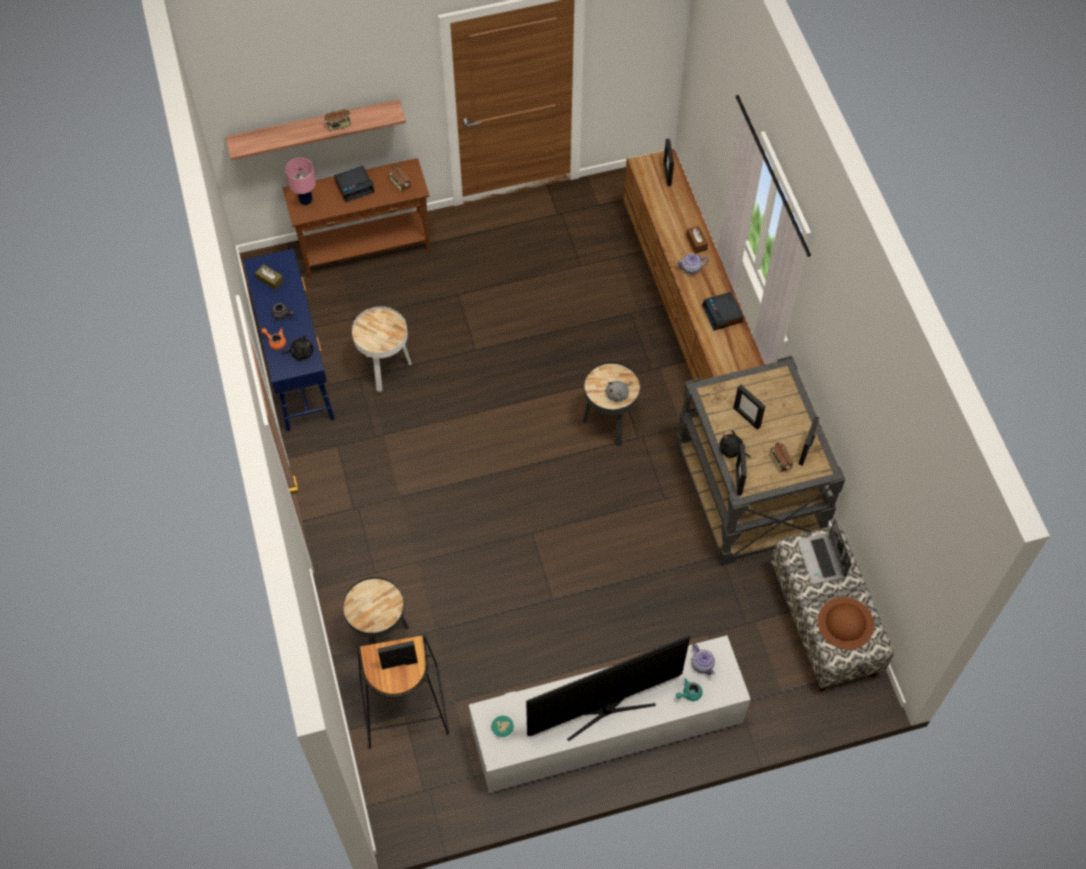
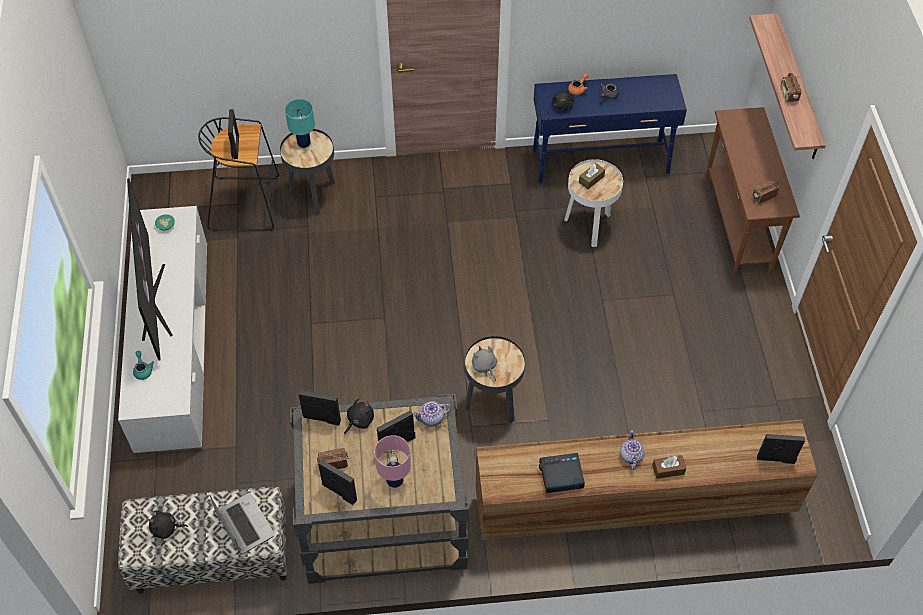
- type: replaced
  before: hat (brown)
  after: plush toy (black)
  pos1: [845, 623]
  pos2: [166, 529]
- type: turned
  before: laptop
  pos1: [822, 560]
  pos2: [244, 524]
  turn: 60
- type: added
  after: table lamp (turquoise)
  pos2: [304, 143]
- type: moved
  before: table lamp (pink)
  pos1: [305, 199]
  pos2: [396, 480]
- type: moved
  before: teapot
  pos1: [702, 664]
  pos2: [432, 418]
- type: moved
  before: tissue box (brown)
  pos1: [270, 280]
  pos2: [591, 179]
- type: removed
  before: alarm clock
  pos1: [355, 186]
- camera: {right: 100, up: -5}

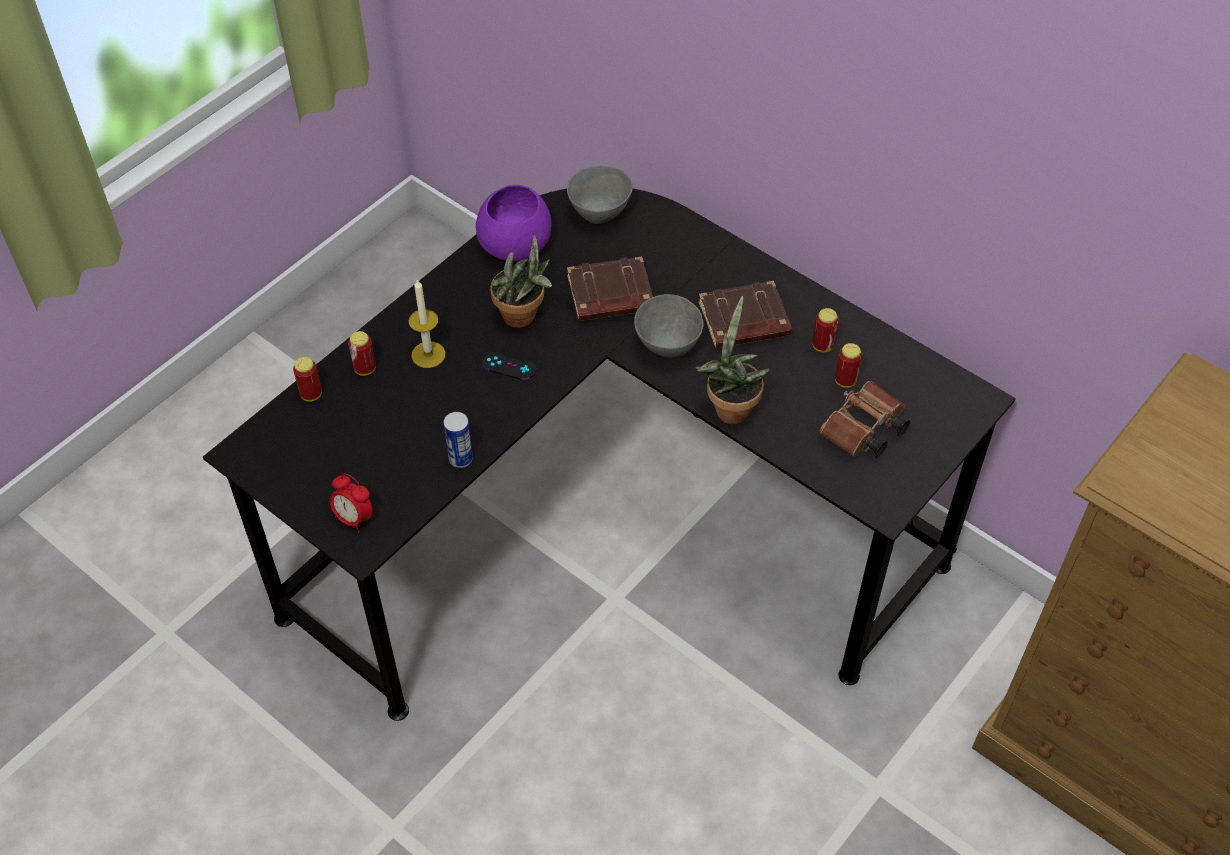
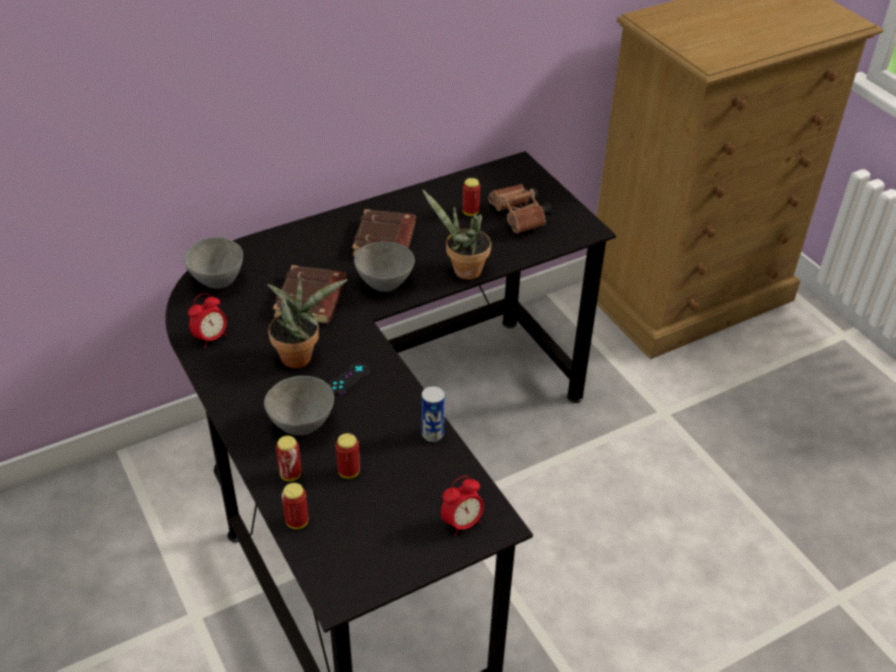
- type: replaced
  before: bowl (purple)
  after: alarm clock
  pos1: [515, 243]
  pos2: [211, 338]
- type: replaced
  before: candle
  after: bowl (grey)
  pos1: [428, 354]
  pos2: [302, 426]
- type: moved
  before: can
  pos1: [822, 346]
  pos2: [349, 472]
- camera: {right: -70, up: -10}

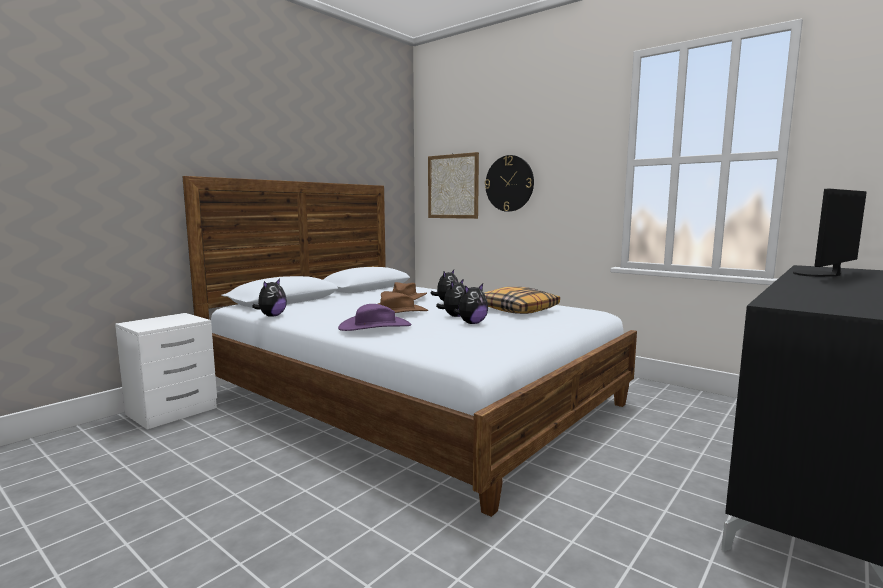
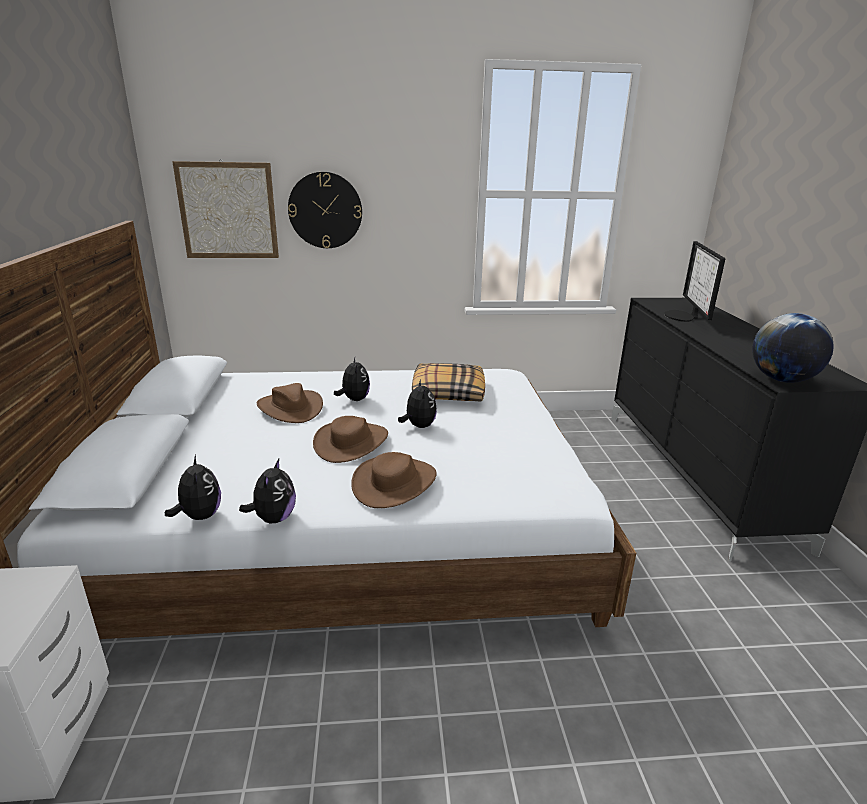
- type: moved
  before: plush toy
  pos1: [471, 323]
  pos2: [273, 518]
- type: recoloured
  before: hat (purple)
  after: hat (brown)
  pos1: [375, 327]
  pos2: [395, 483]
- type: added
  after: globe
  pos2: [782, 380]
- camera: {right: -45, up: 15}

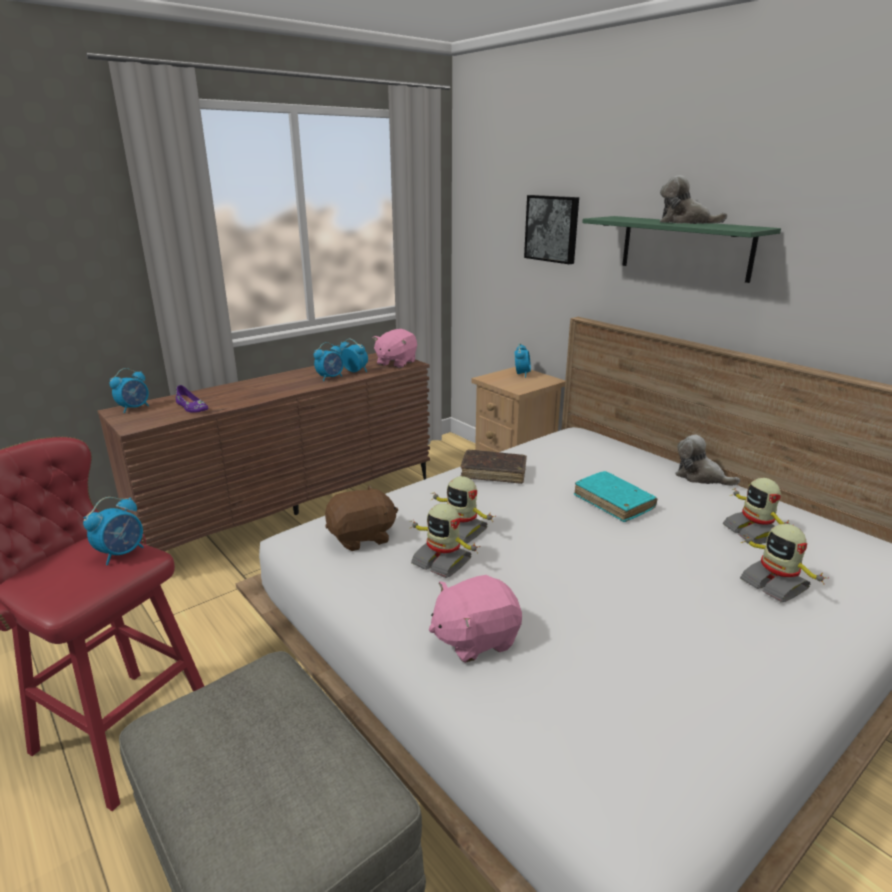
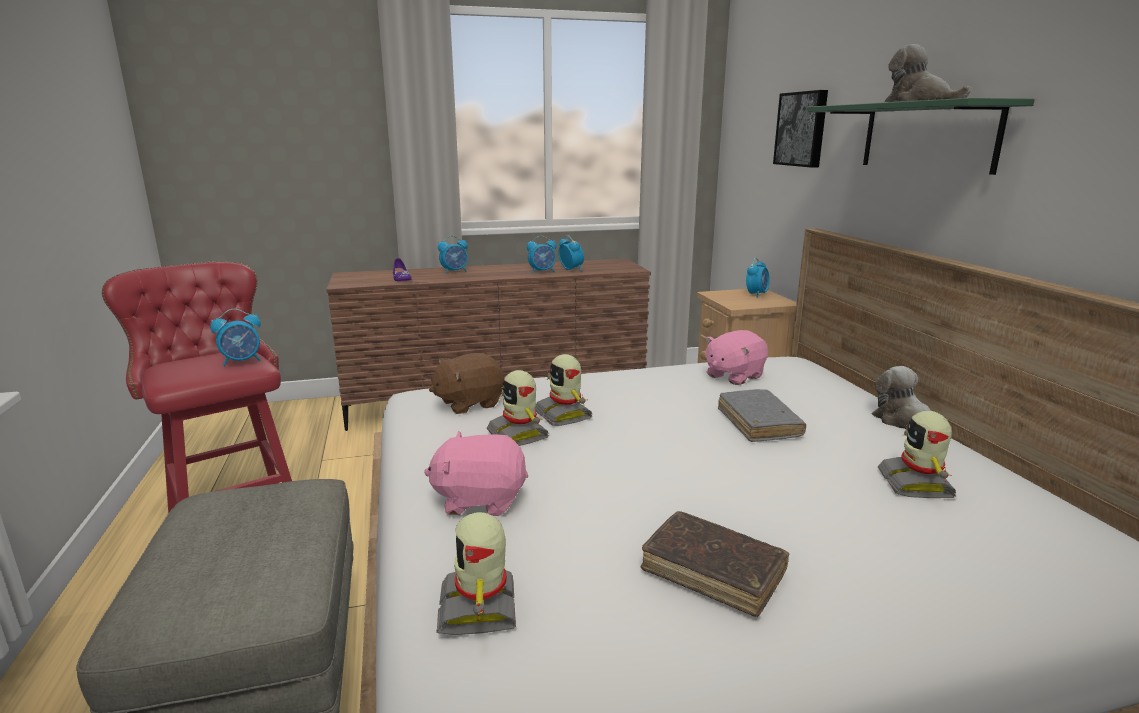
- type: turned
  before: plush toy (brown)
  pos1: [362, 537]
  pos2: [469, 403]
  turn: 150
- type: moved
  before: toy robot
  pos1: [774, 584]
  pos2: [480, 608]
- type: moved
  before: alarm clock
  pos1: [134, 408]
  pos2: [454, 272]
- type: moved
  before: book (brown)
  pos1: [493, 473]
  pos2: [713, 572]
- type: moved
  before: plush toy (pink)
  pos1: [396, 363]
  pos2: [733, 376]
- type: recoloured
  before: book (turquoise)
  after: book (grey)
  pos1: [613, 502]
  pos2: [758, 423]
- camera: {right: 25, up: -5}

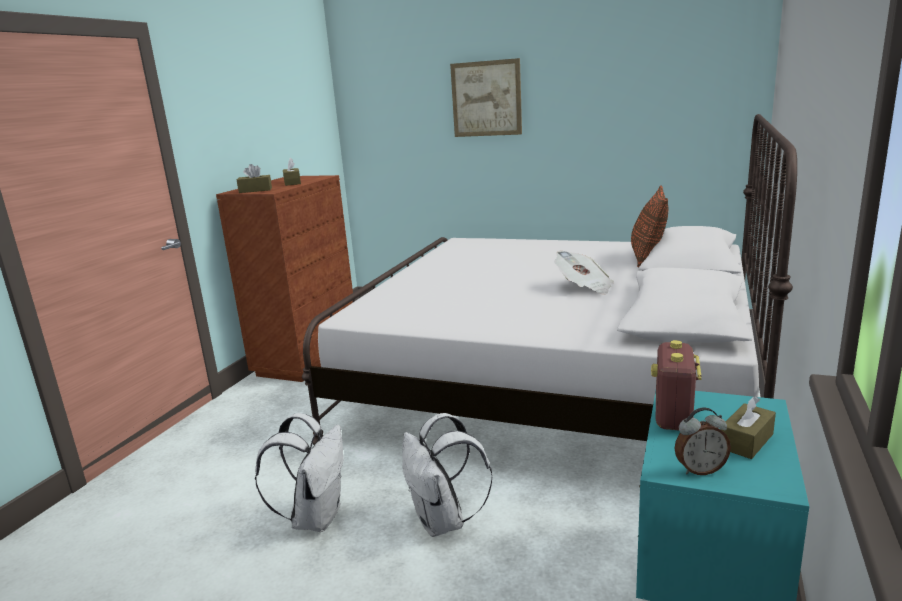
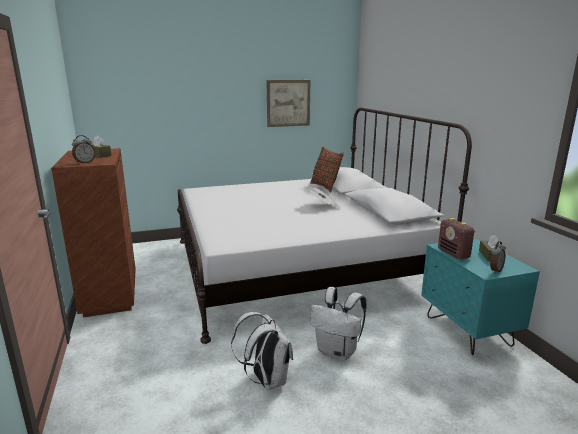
- type: replaced
  before: tissue box (brown)
  after: alarm clock
  pos1: [255, 190]
  pos2: [85, 163]
- type: moved
  before: picture
  pos1: [486, 98]
  pos2: [288, 103]
- camera: {right: -40, up: 0}

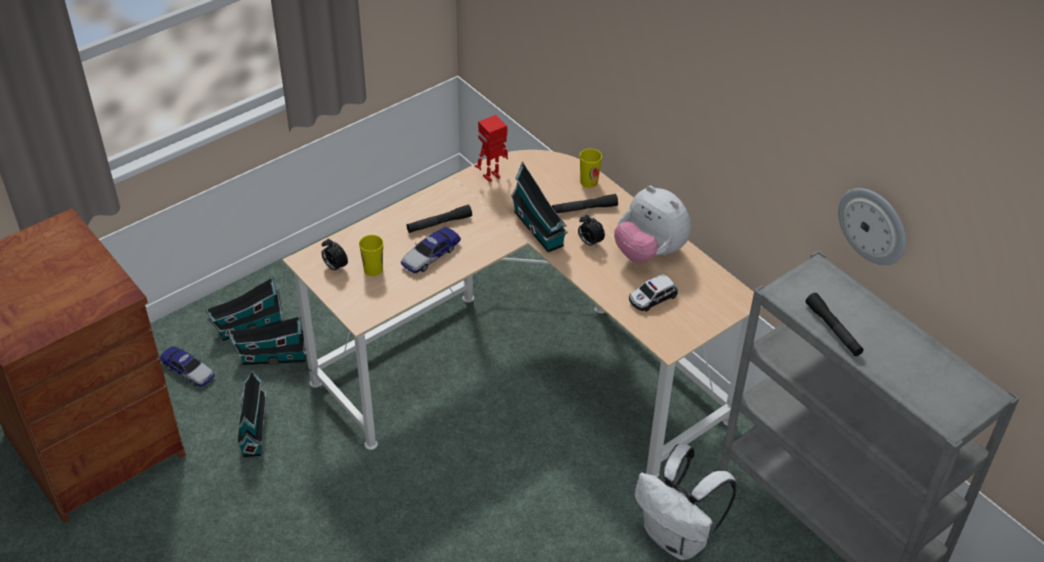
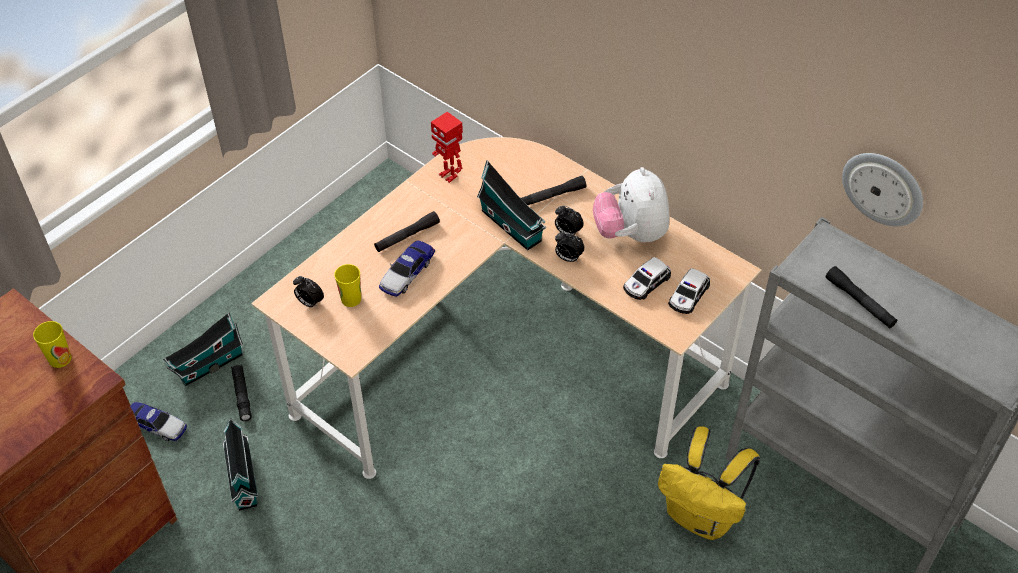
- type: moved
  before: cup
  pos1: [589, 182]
  pos2: [60, 358]
- type: replaced
  before: toy house
  after: flashlight (black)
  pos1: [271, 357]
  pos2: [242, 395]
- type: turned
  before: toy robot
  pos1: [492, 177]
  pos2: [449, 175]
  turn: -90
- type: added
  after: alarm clock
  pos2: [568, 258]
- type: turned
  before: plush toy
  pos1: [649, 252]
  pos2: [630, 233]
  turn: 45
- type: recoloured
  before: backpack (white)
  after: backpack (yellow)
  pos1: [677, 538]
  pos2: [701, 517]
- type: added
  after: toy car
  pos2: [688, 296]
- camera: {right: -10, up: 5}

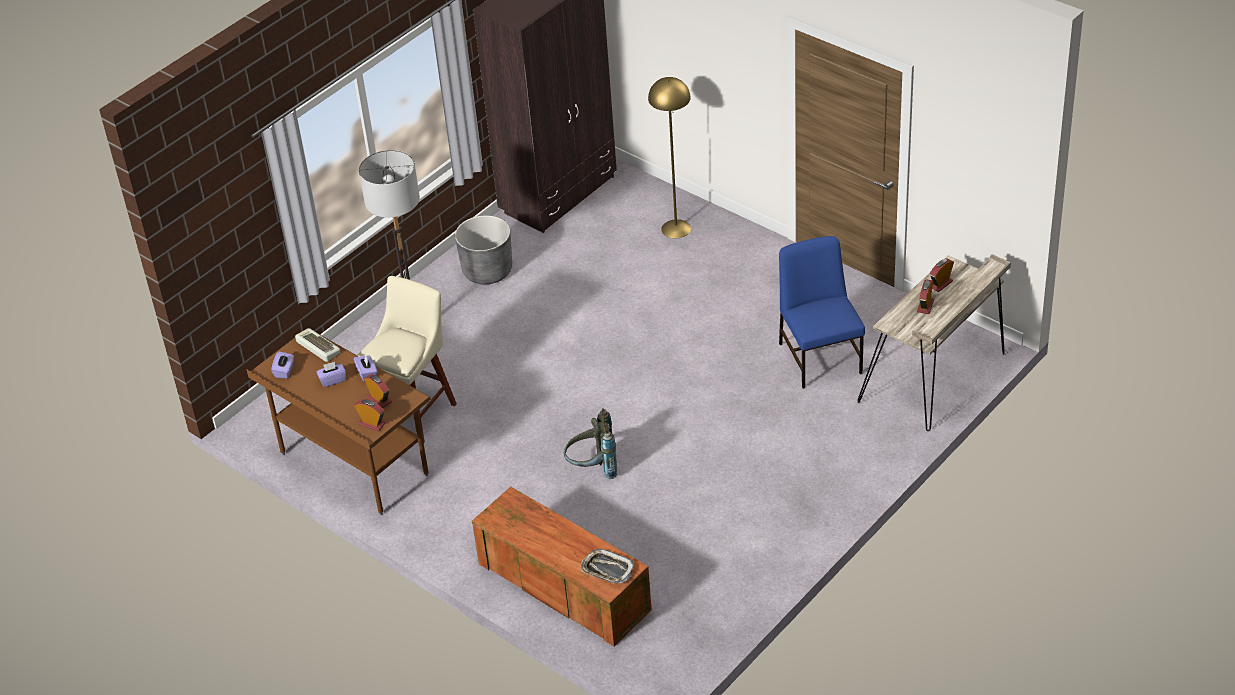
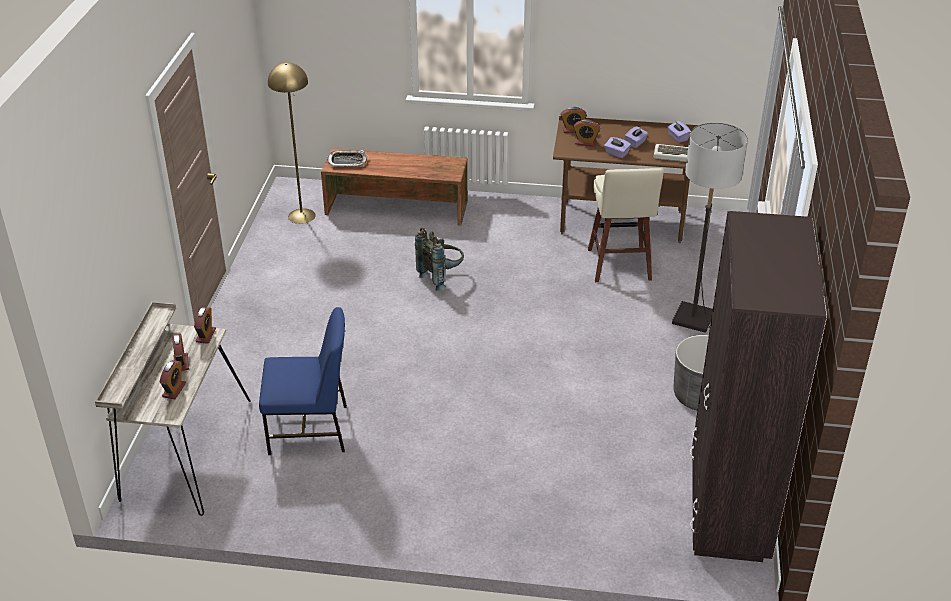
- type: added
  after: alarm clock
  pos2: [206, 335]
- type: turned
  before: chair (blue)
  pos1: [820, 357]
  pos2: [310, 430]
  turn: -45
- type: moved
  before: floor lamp (yellow)
  pos1: [676, 228]
  pos2: [301, 216]
- camera: {right: 145, up: -5}

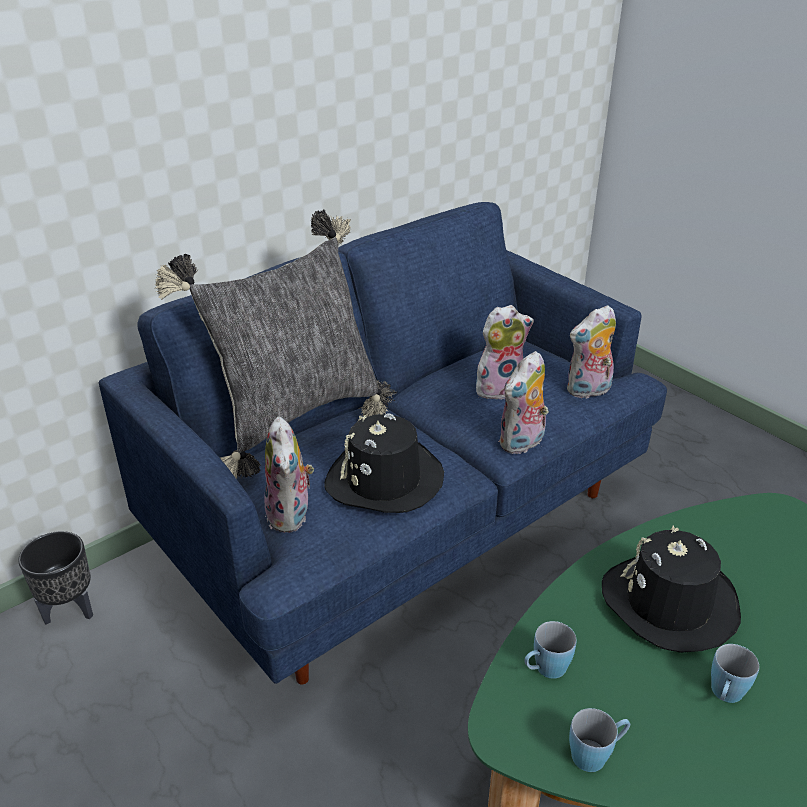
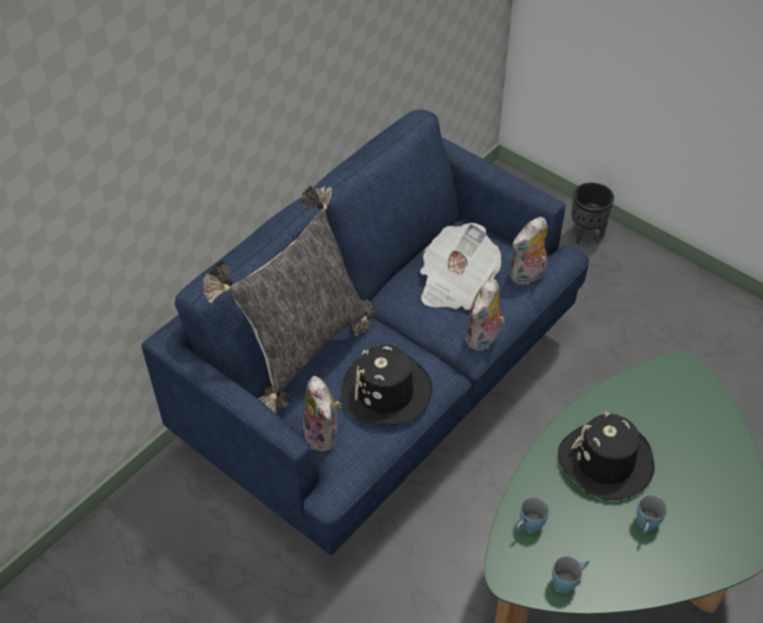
- type: replaced
  before: plush toy
  after: newspaper
  pos1: [498, 387]
  pos2: [455, 283]
- type: moved
  before: planter (black)
  pos1: [70, 609]
  pos2: [586, 233]
- camera: {right: -10, up: 15}

